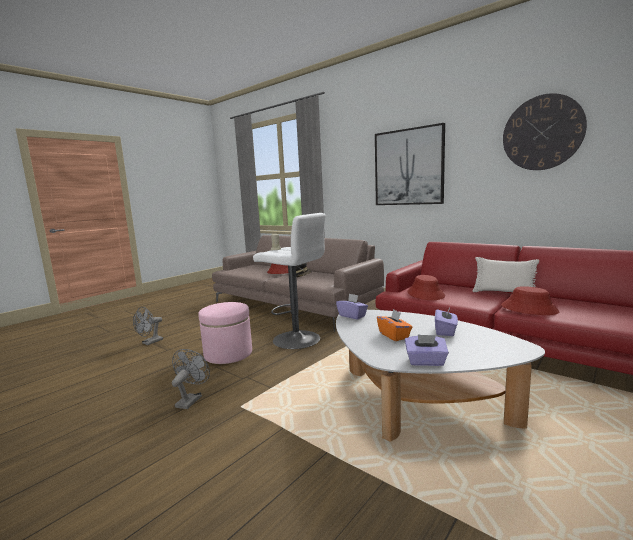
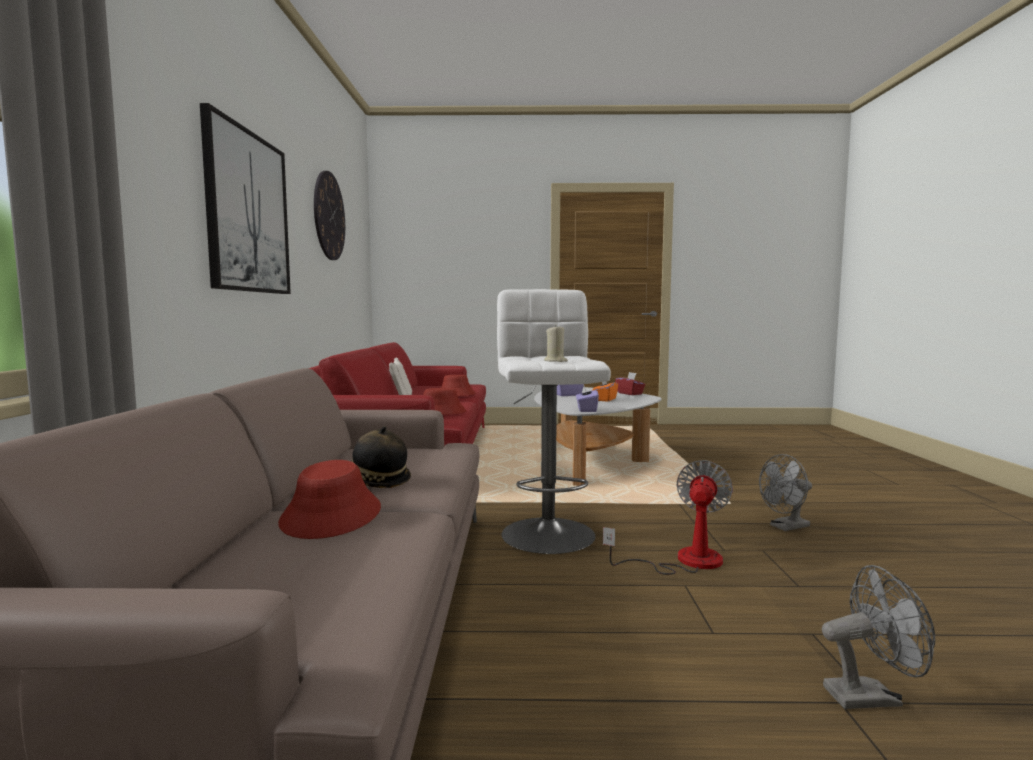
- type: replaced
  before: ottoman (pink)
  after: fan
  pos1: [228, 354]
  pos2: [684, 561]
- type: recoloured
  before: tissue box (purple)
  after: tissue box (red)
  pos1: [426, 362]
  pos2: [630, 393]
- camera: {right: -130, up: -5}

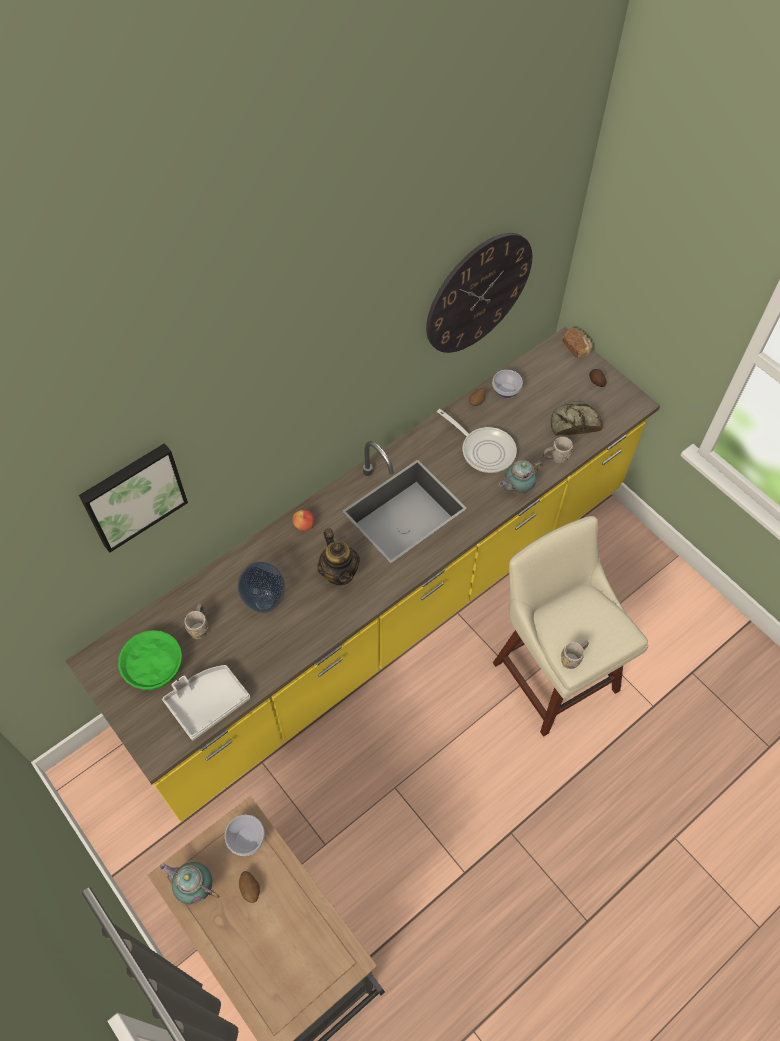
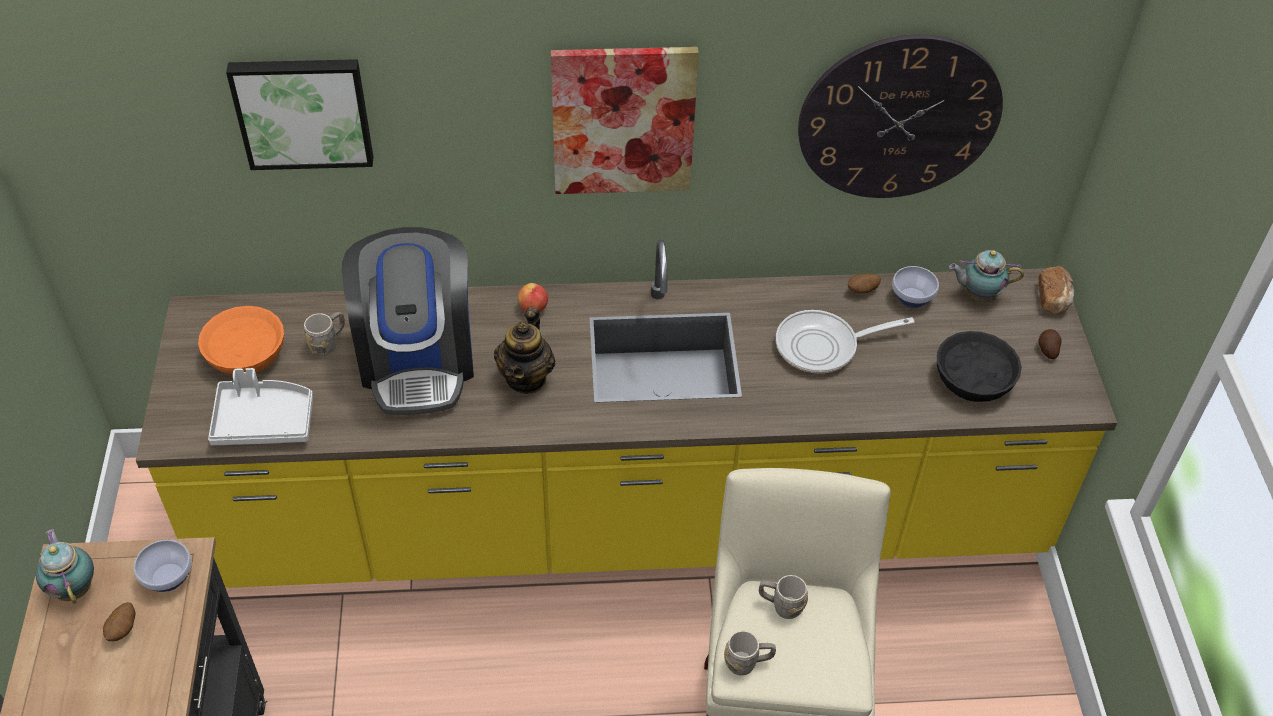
- type: recoloured
  before: bowl (green)
  after: bowl (orange)
  pos1: [153, 666]
  pos2: [245, 353]
- type: replaced
  before: vase
  after: coffee machine
  pos1: [265, 602]
  pos2: [417, 359]
- type: added
  after: picture
  pos2: [623, 120]
- type: moved
  before: mug (grey)
  pos1: [555, 458]
  pos2: [781, 605]
- type: turned
  before: frying pan
  pos1: [484, 450]
  pos2: [823, 346]
  turn: 90
- type: replaced
  before: bread
  after: bowl (black)
  pos1: [574, 423]
  pos2: [972, 379]
- type: moved
  before: teapot
  pos1: [517, 488]
  pos2: [978, 295]
- camera: {right: 35, up: -10}

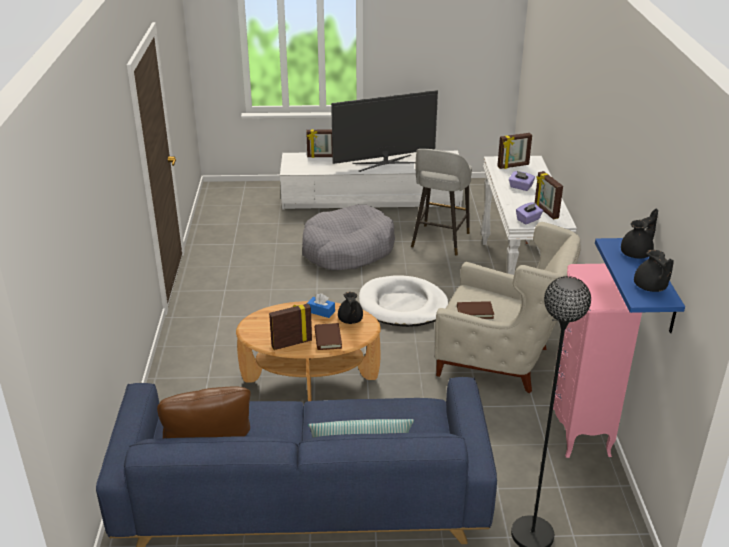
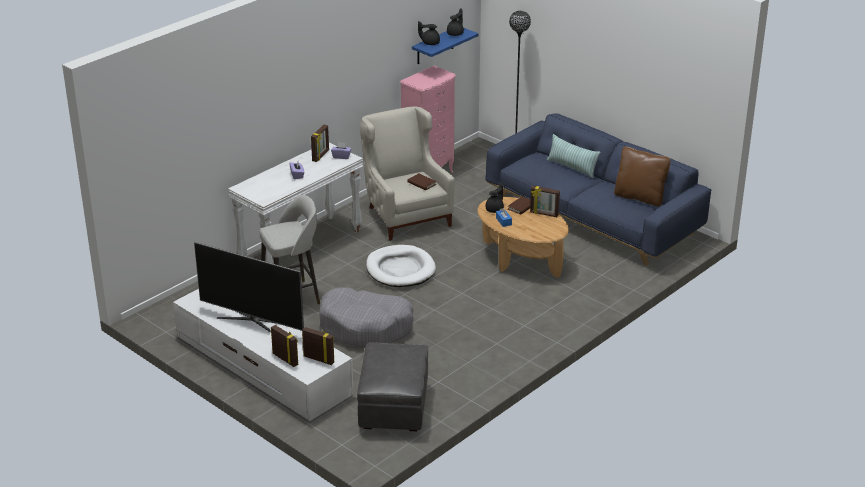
- type: moved
  before: picture frame
  pos1: [513, 166]
  pos2: [319, 359]
- type: added
  after: ottoman (grey)
  pos2: [394, 406]
- camera: {right: -135, up: 0}

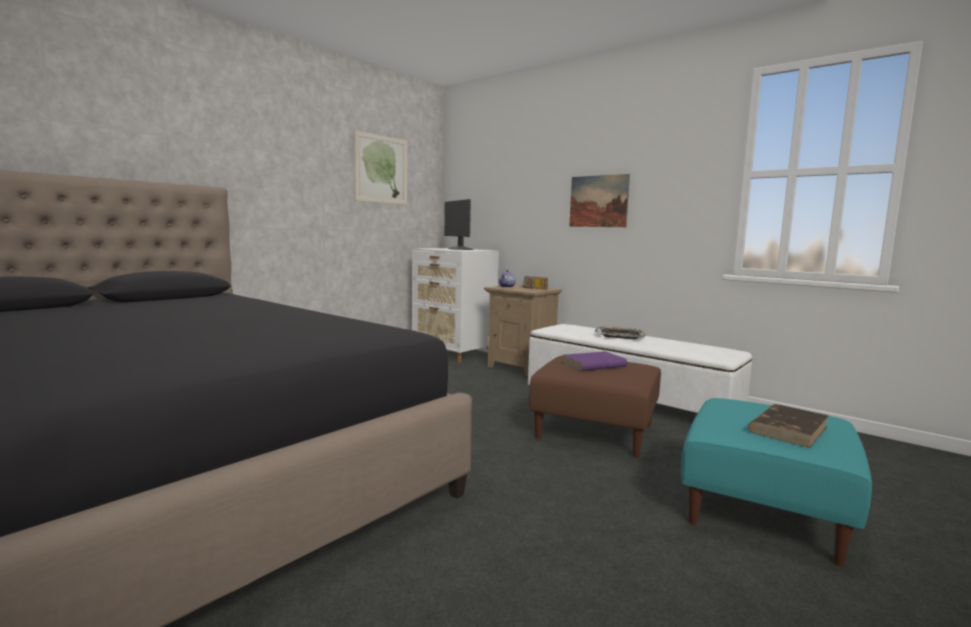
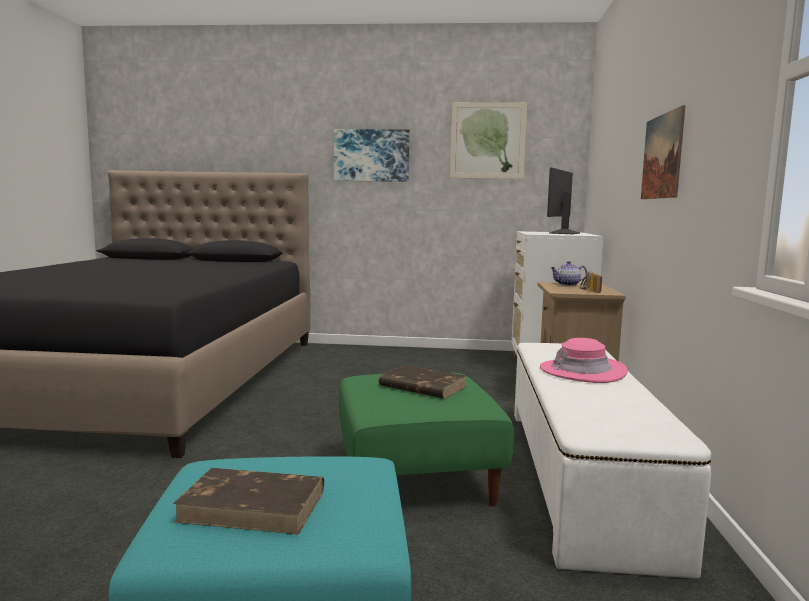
- type: added
  after: picture
  pos2: [371, 155]
- type: recoloured
  before: ottoman (brown)
  after: ottoman (green)
  pos1: [594, 431]
  pos2: [415, 477]
- type: recoloured
  before: book (purple)
  after: book (brown)
  pos1: [593, 365]
  pos2: [422, 386]
- type: replaced
  before: tray
  after: hat (pink)
  pos1: [620, 336]
  pos2: [582, 371]
- camera: {right: 55, up: 0}

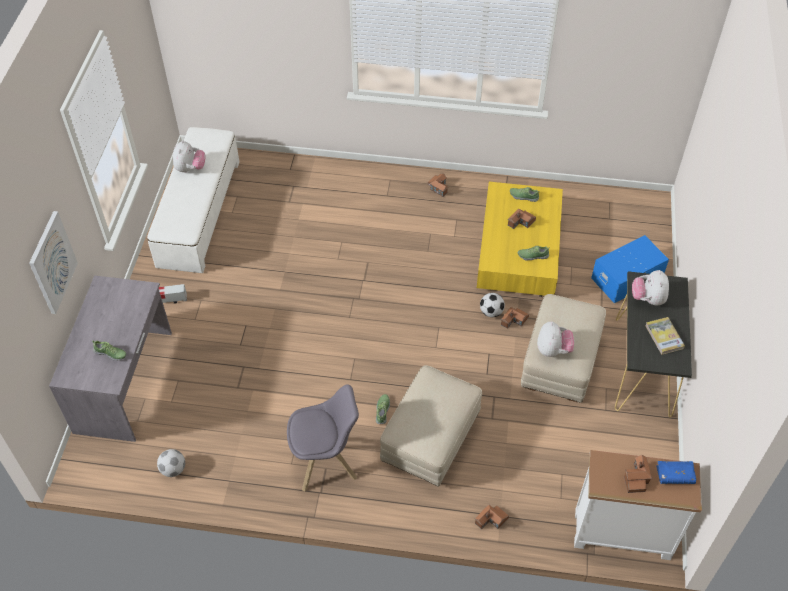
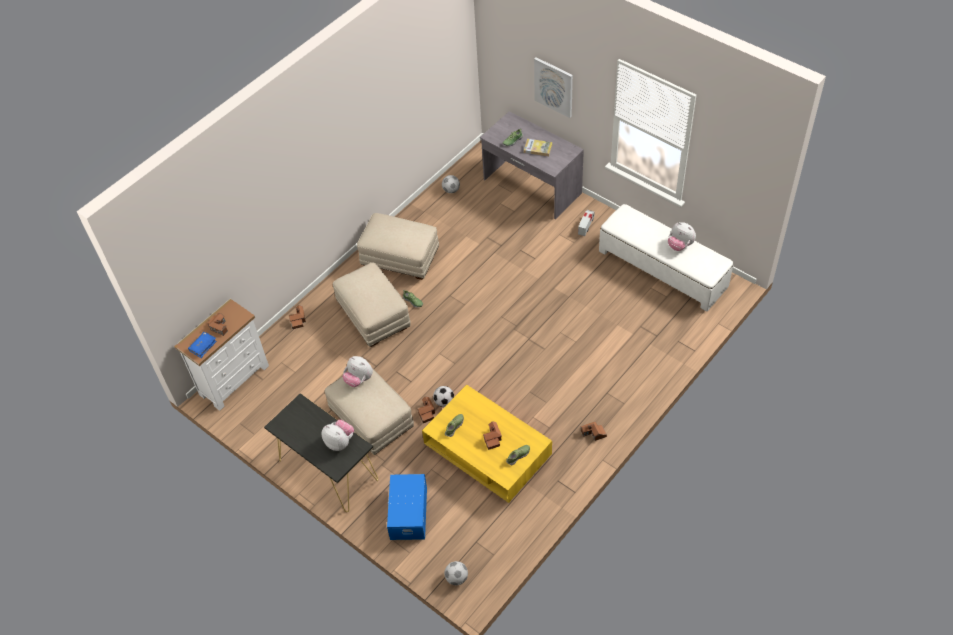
- type: replaced
  before: chair (grey)
  after: ottoman (beige)
  pos1: [325, 462]
  pos2: [400, 259]
- type: added
  after: football
  pos2: [456, 578]
- type: moved
  before: book
  pos1: [664, 337]
  pos2: [538, 148]
- camera: {right: 125, up: 0}

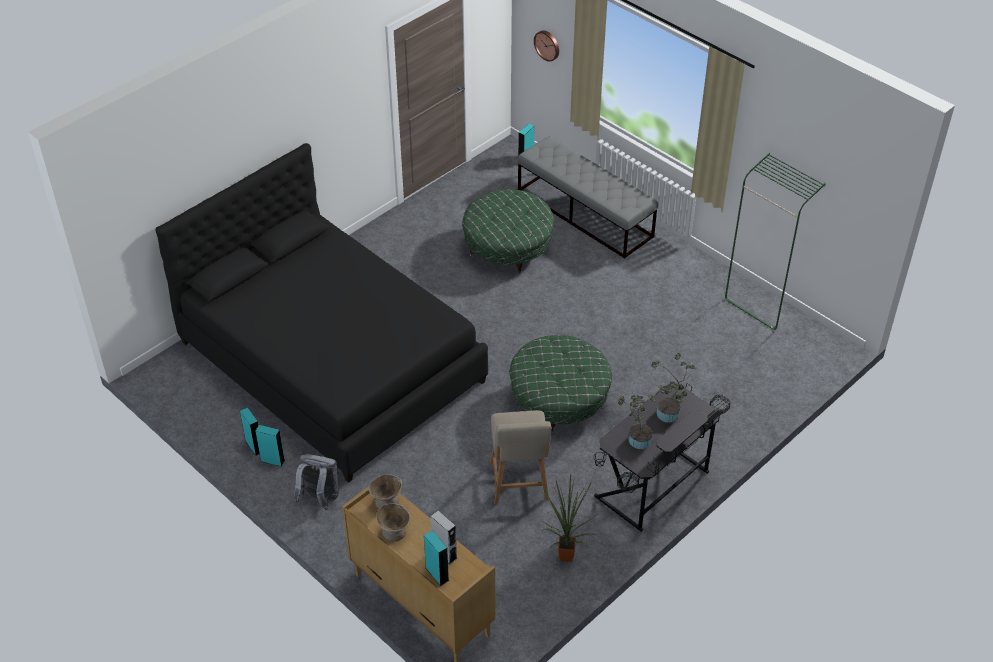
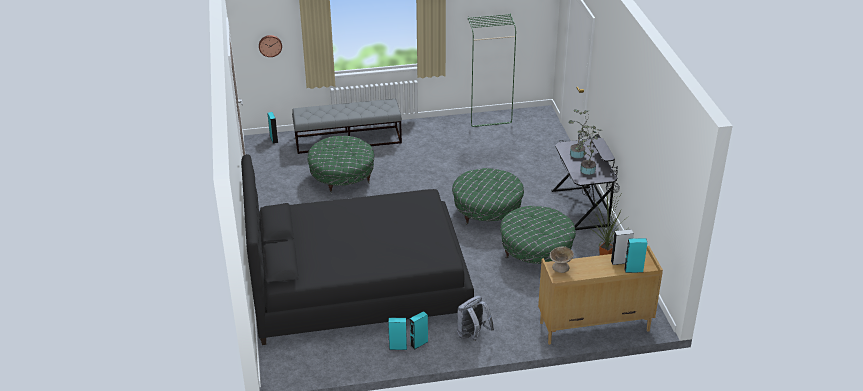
- type: replaced
  before: chair (beige)
  after: ottoman (green)
  pos1: [519, 483]
  pos2: [536, 252]
- type: removed
  before: bowl (beige)
  pos1: [394, 531]
- camera: {right: -55, up: -10}

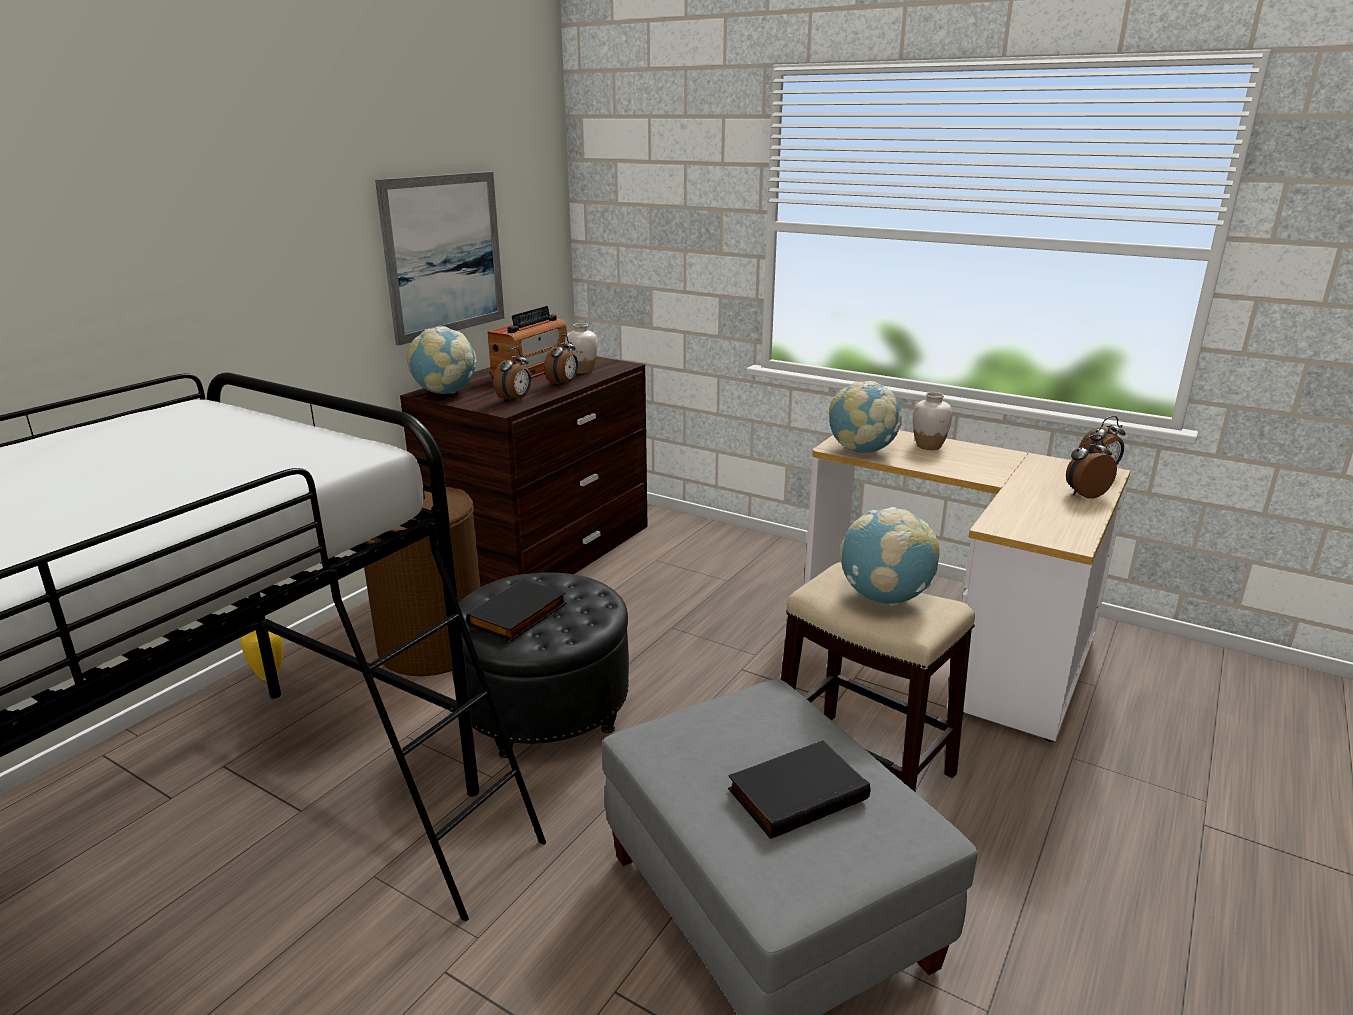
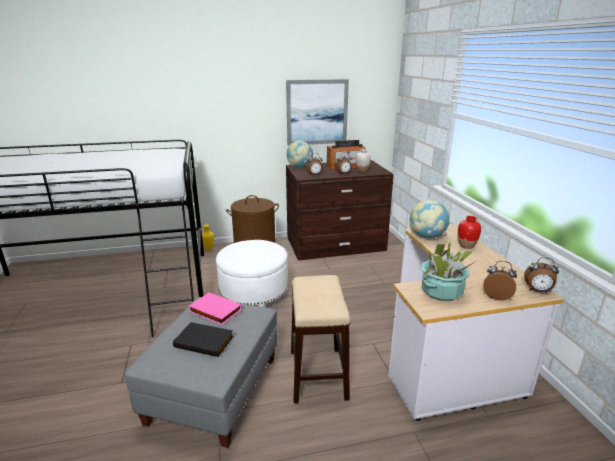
- type: added
  after: book (pink)
  pos2: [214, 311]
- type: recoloured
  before: ottoman (black)
  after: ottoman (white)
  pos1: [545, 711]
  pos2: [254, 295]
- type: added
  after: potted plant
  pos2: [441, 291]
- type: recoloured
  before: vase (white)
  after: vase (red)
  pos1: [929, 446]
  pos2: [466, 246]
- type: removed
  before: book (black)
  pos1: [519, 615]
- type: removed
  before: globe
  pos1: [884, 598]
- camera: {right: 45, up: 0}

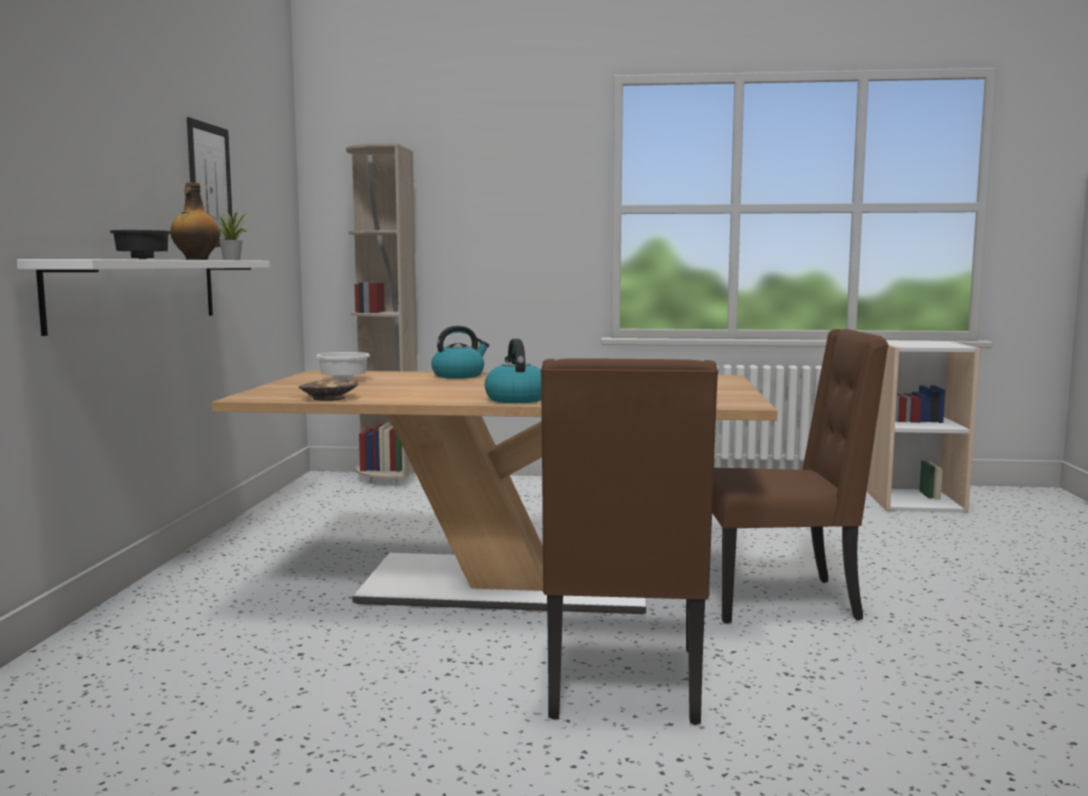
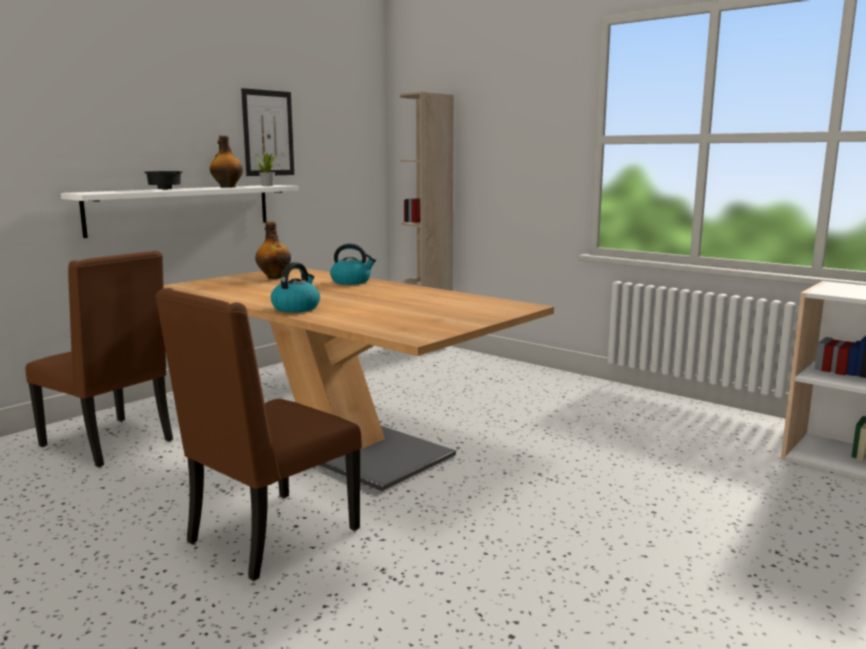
- type: moved
  before: chair (brown)
  pos1: [781, 599]
  pos2: [111, 443]
- type: replaced
  before: bowl (white)
  after: bottle
  pos1: [342, 380]
  pos2: [274, 277]
- type: removed
  before: bowl (brown)
  pos1: [329, 398]
- camera: {right: 35, up: 5}

